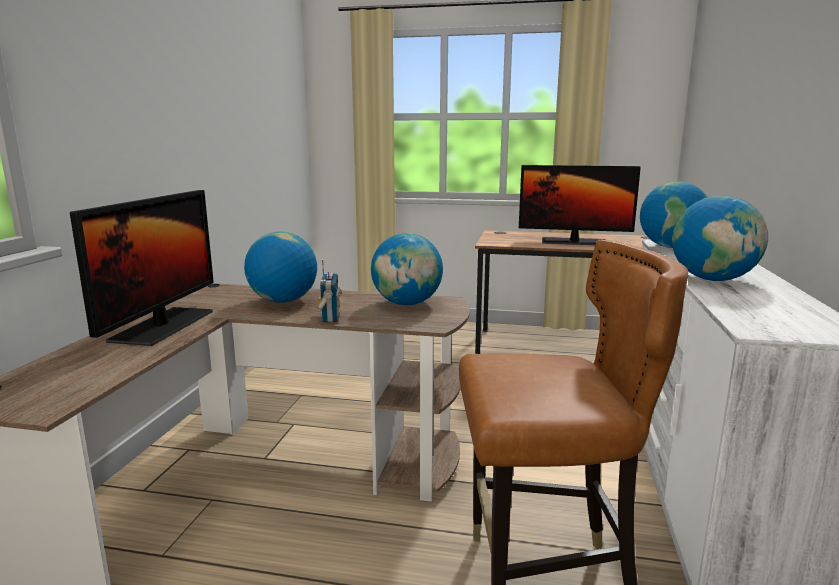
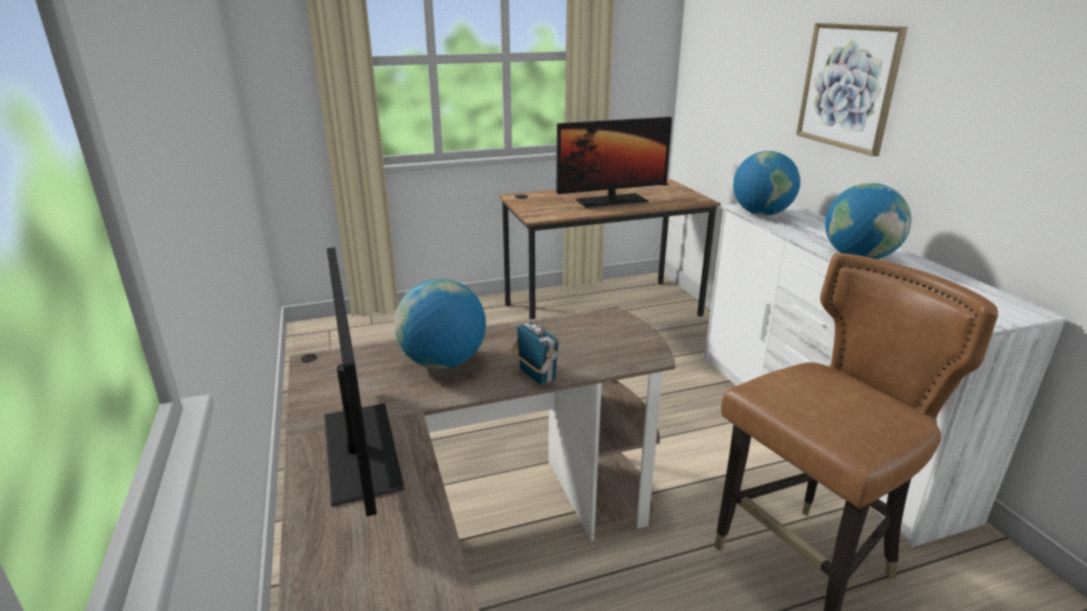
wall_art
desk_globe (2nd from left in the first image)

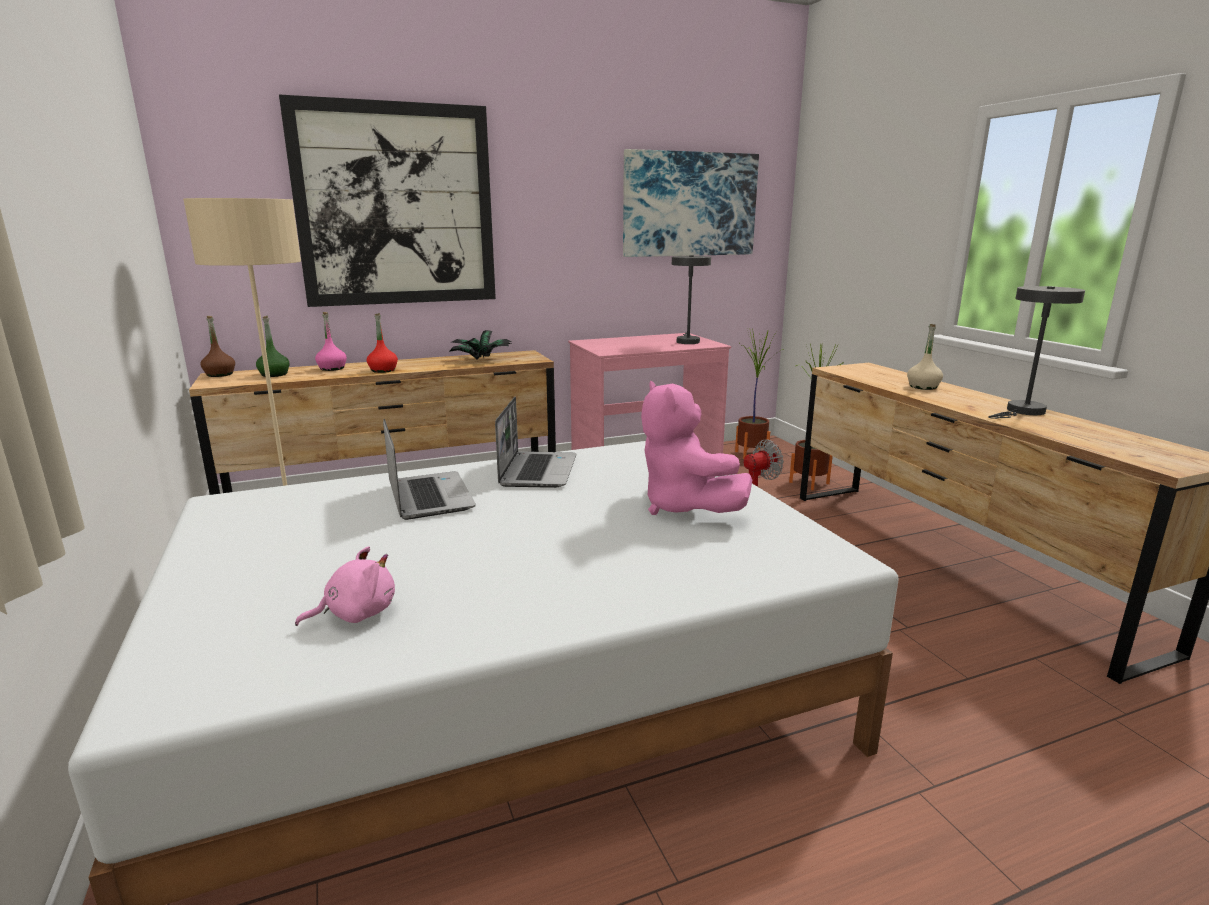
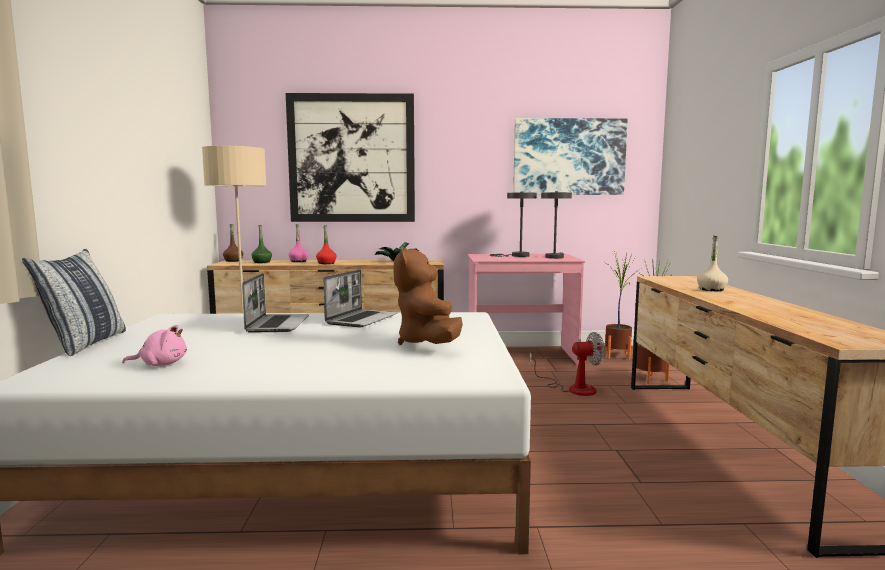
pillow
brownish_plush_toy
greyish_tabletop_lamp (1st from left)

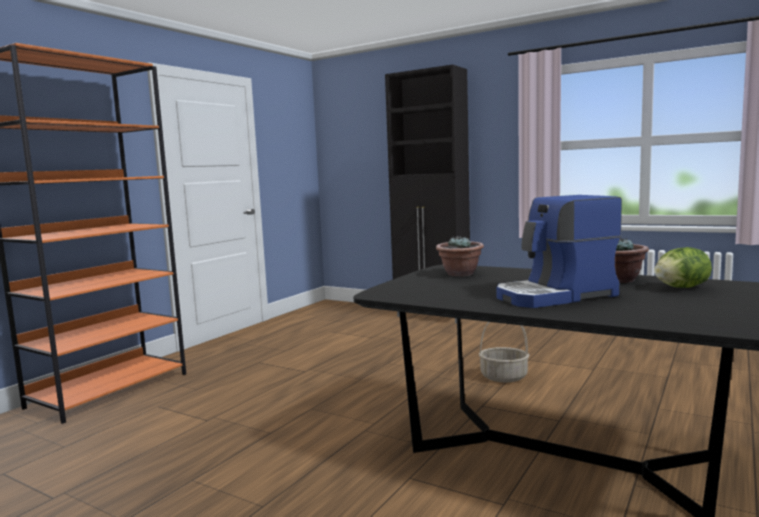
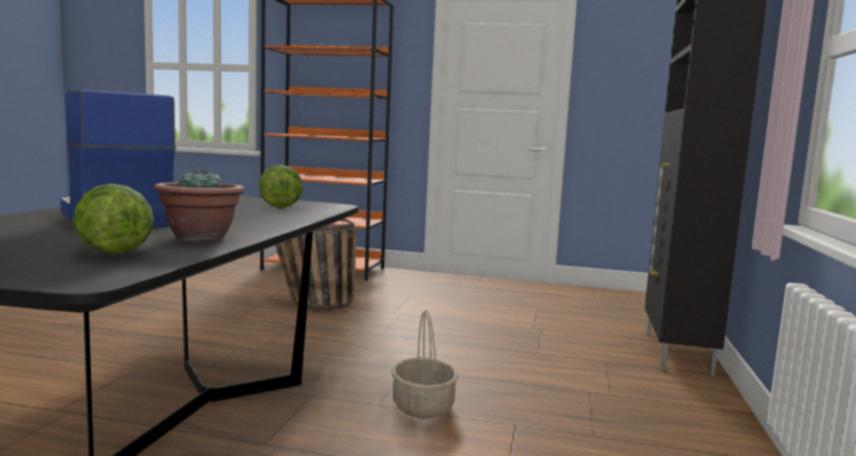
lettuce_head (2nd from left)
storage_basket (1st from left)

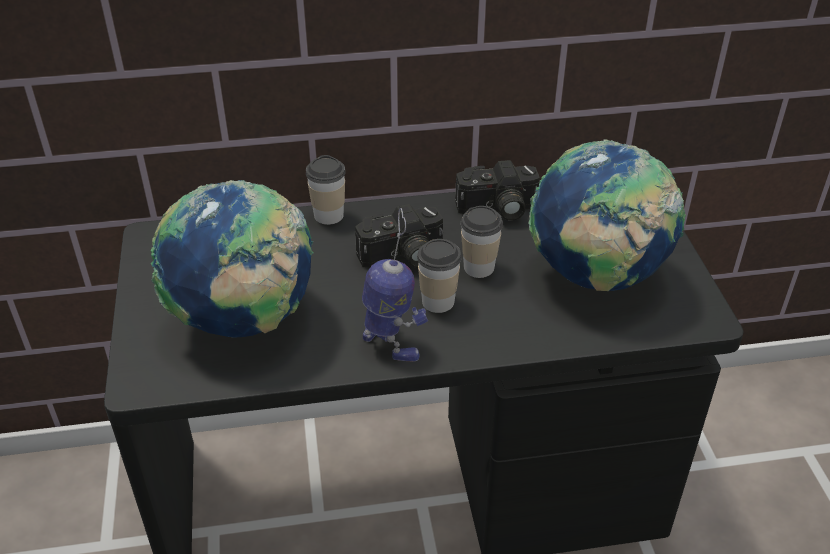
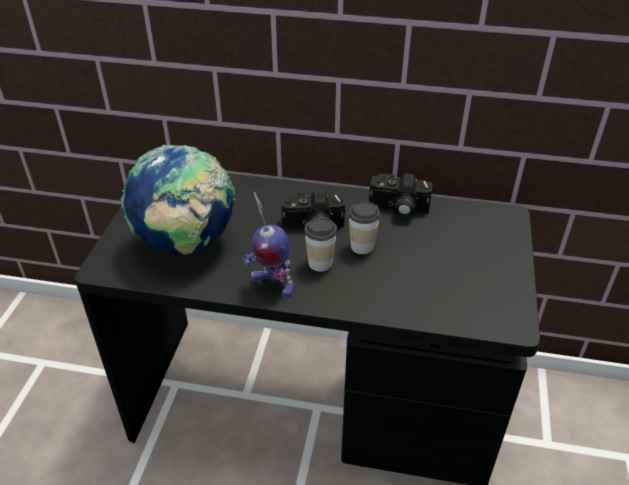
model_robot
drinking_cup (1st from left in the first image)
desk_globe (2nd from left in the first image)

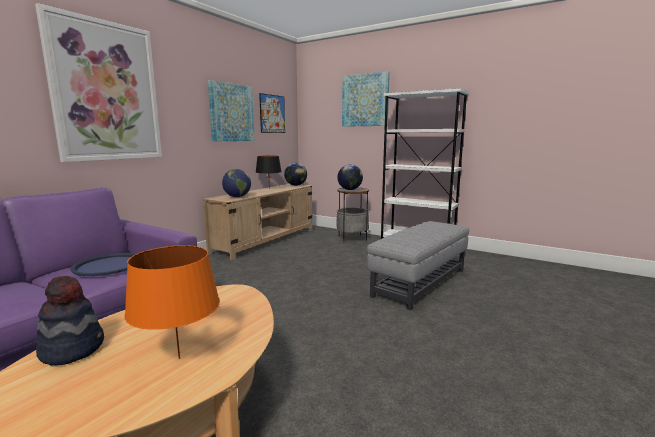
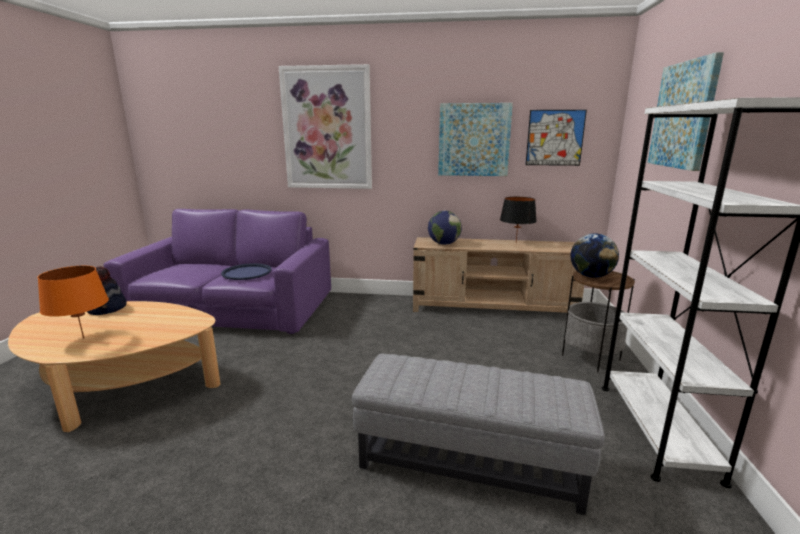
desk_globe (2nd from left in the first image)

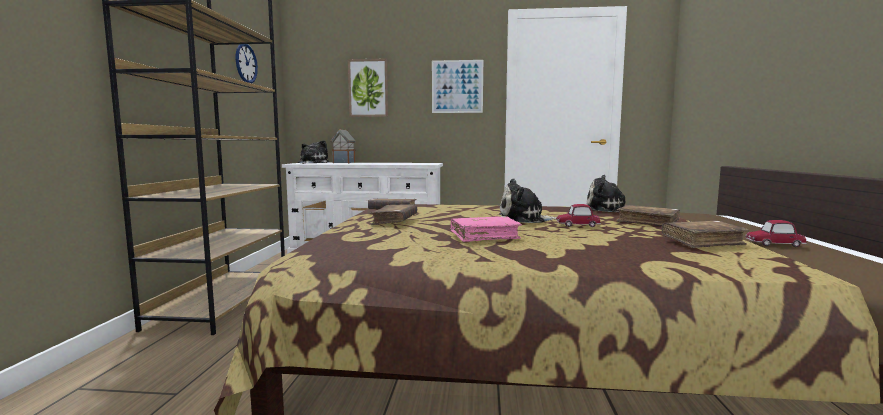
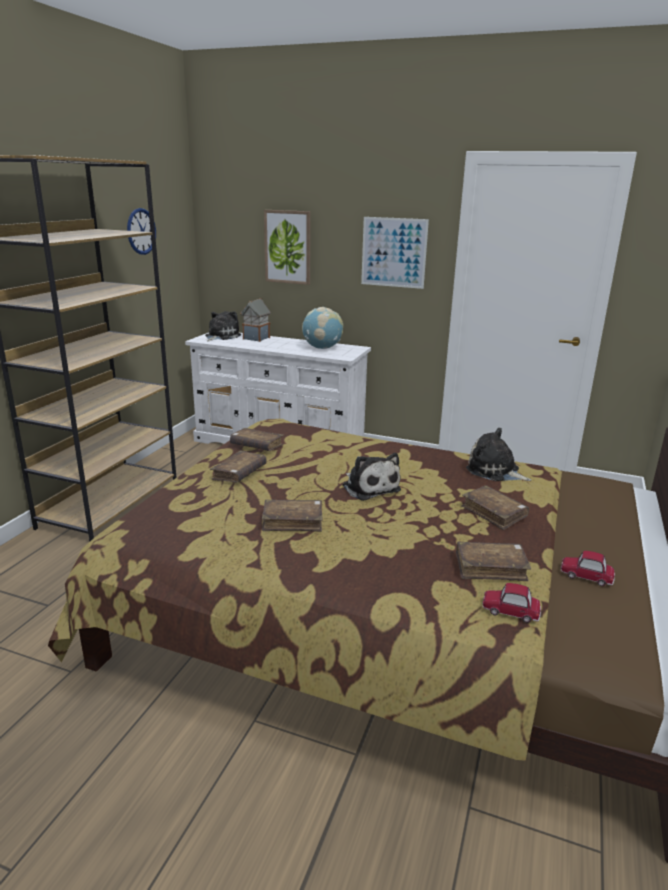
brownish_bound_book (3rd from left)
desk_globe
plush_toy (2nd from left)
toy_car (1st from left)

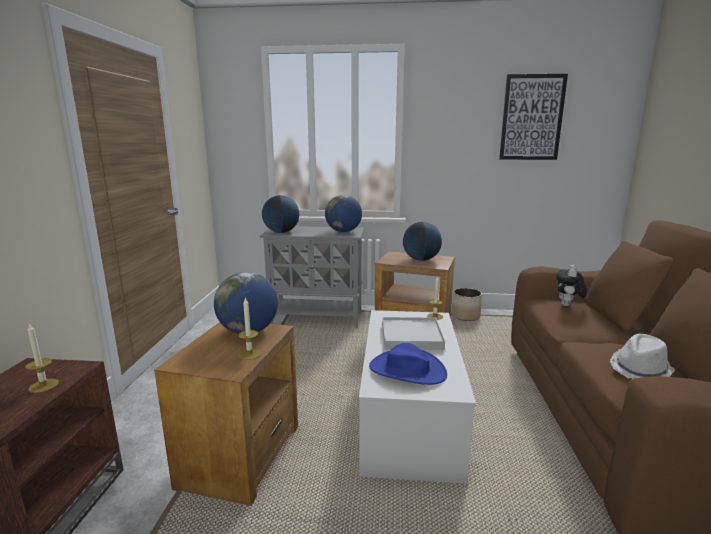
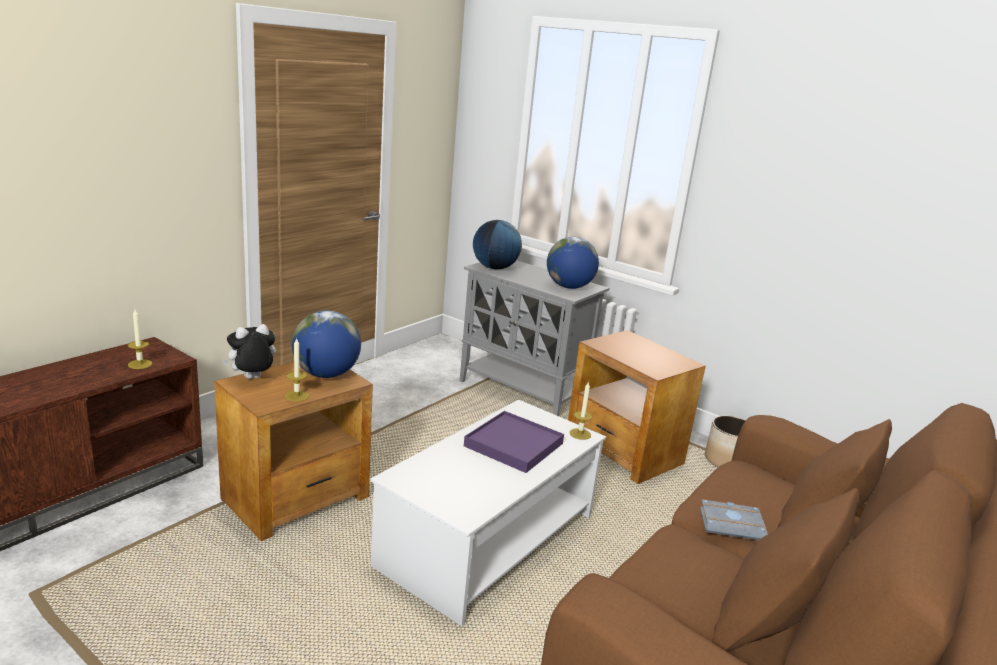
plush_toy
purplish_serving_tray
greyish_bound_book
blue-coloured_hat
desk_globe (4th from left in the first image)
wall_art
whitish_hat

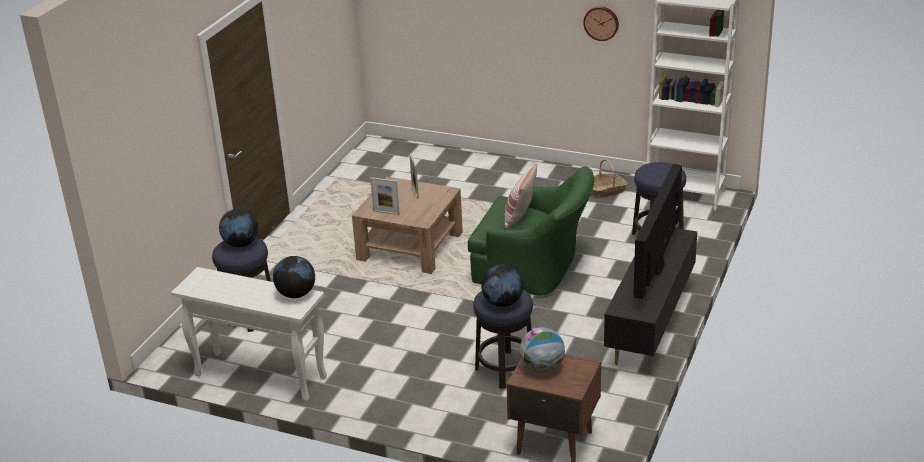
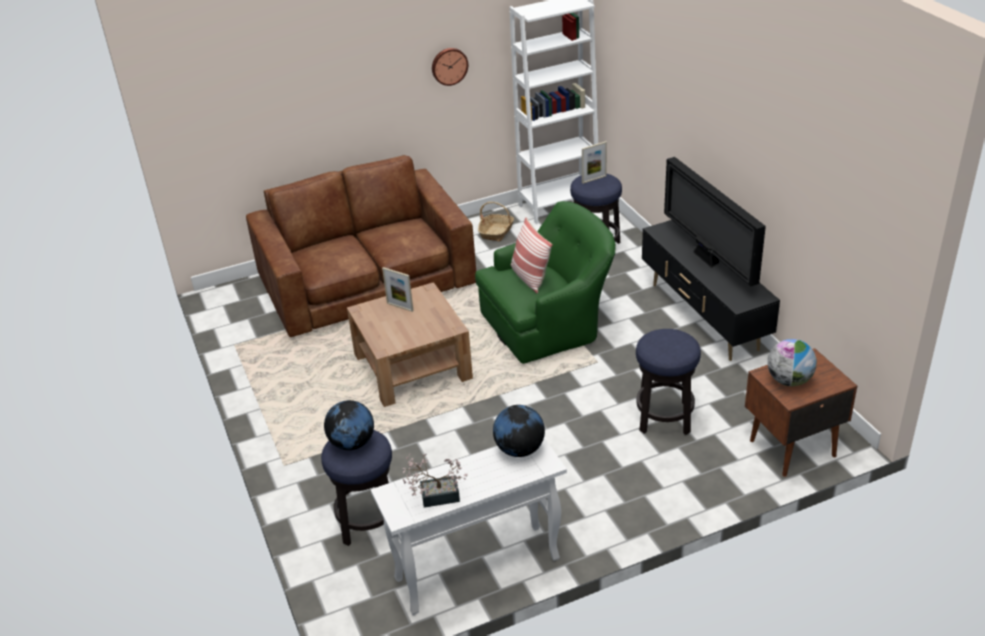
brownish_sofa
potted_plant
standing_frame (2nd from left)
desk_globe (3rd from left in the first image)

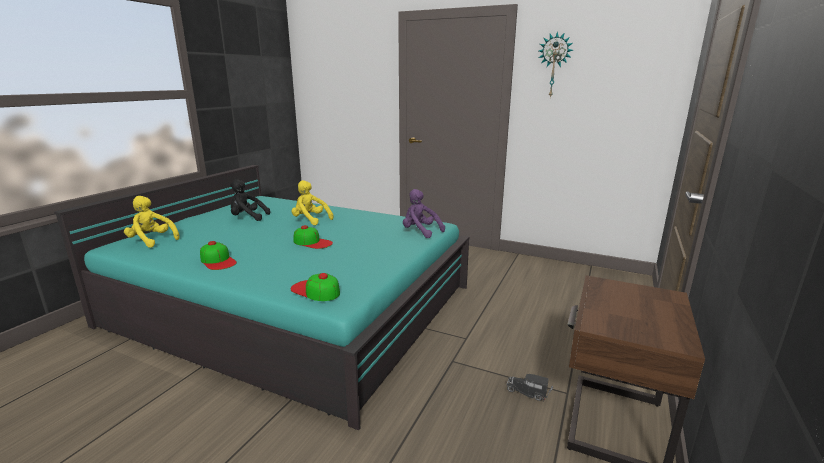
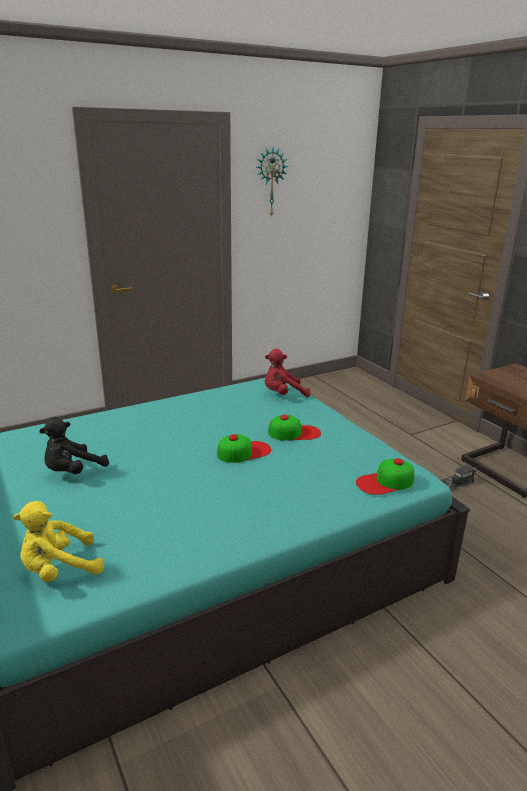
red_plush_toy
cap (2nd from left)
yellow-coloured_plush_toy (2nd from left in the first image)

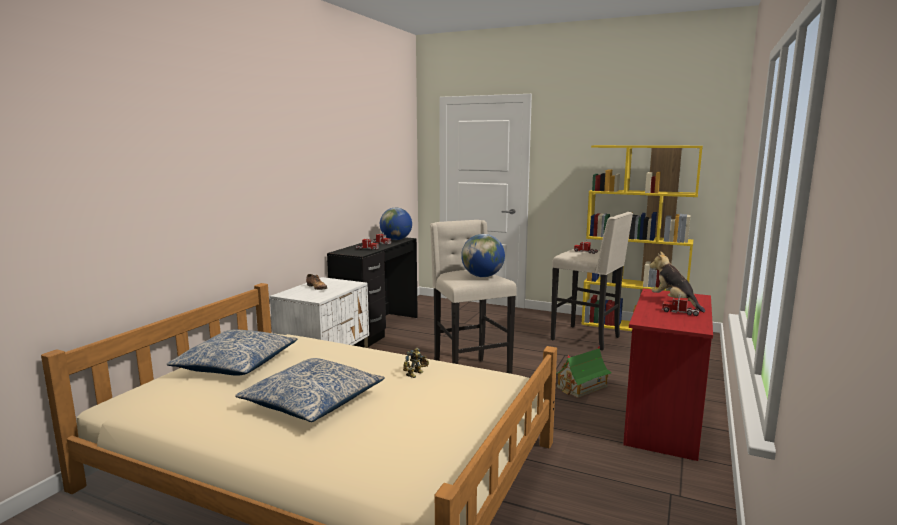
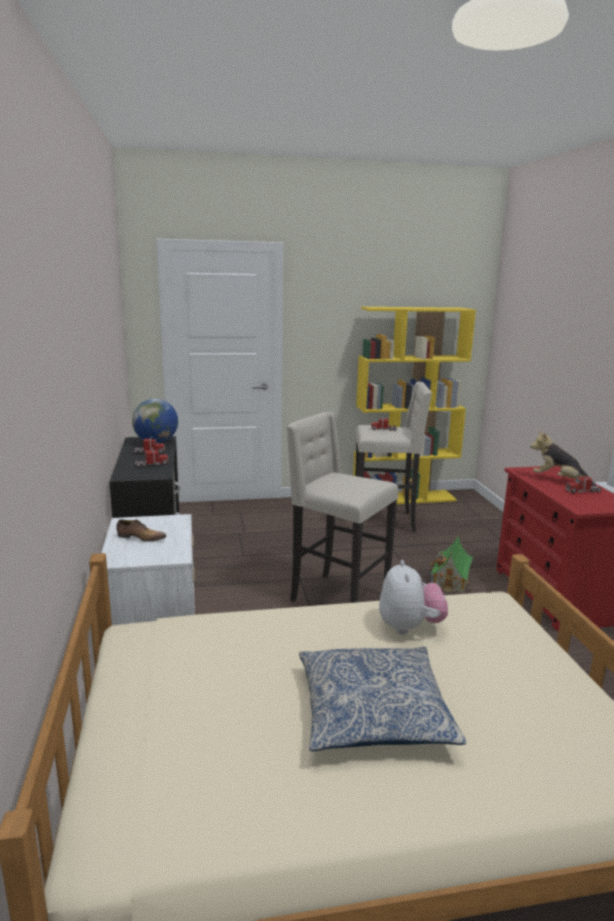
plush_toy (1st from left)
pillow (1st from left in the first image)
desk_globe (2nd from left in the first image)

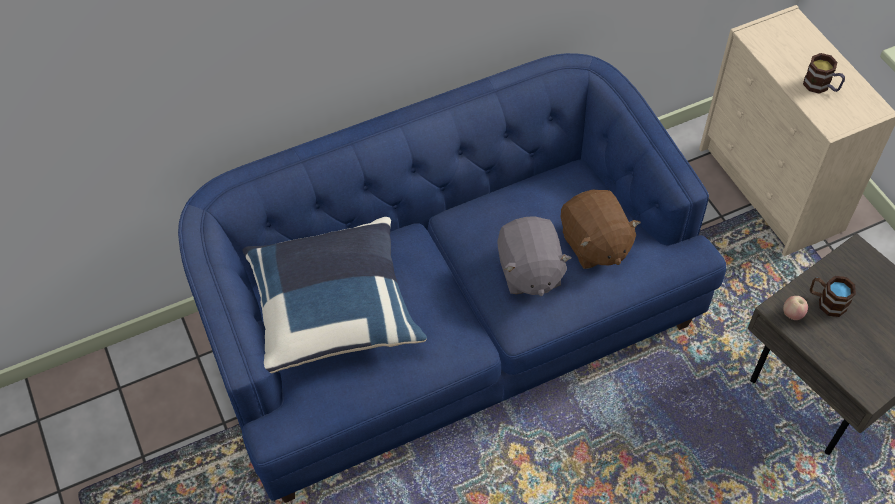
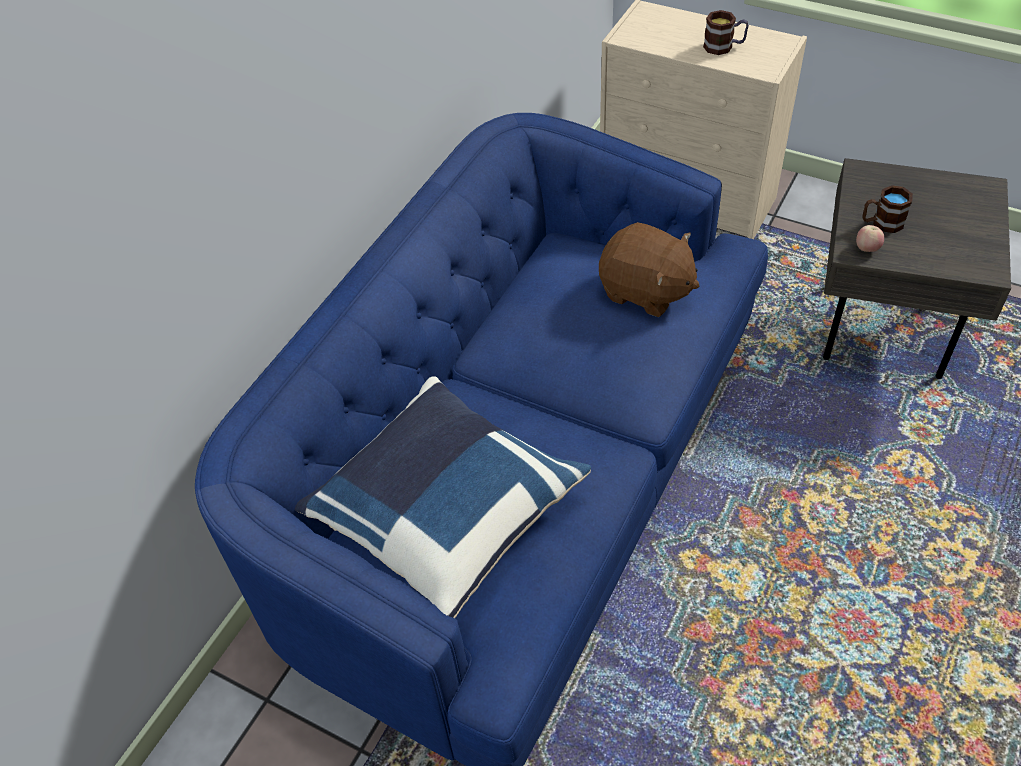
greyish_plush_toy

